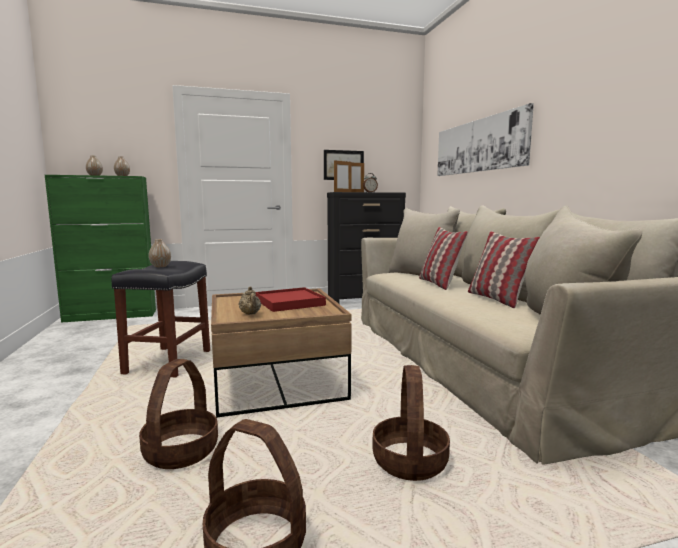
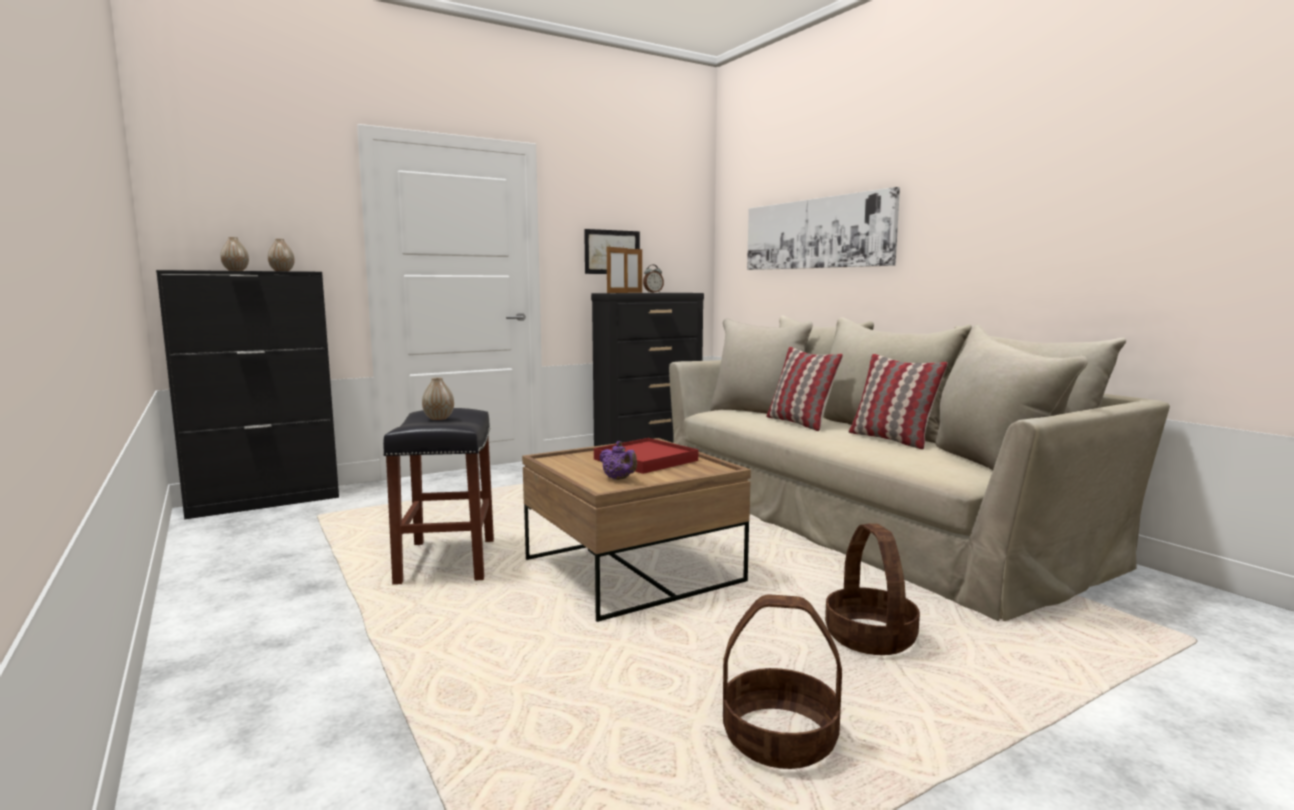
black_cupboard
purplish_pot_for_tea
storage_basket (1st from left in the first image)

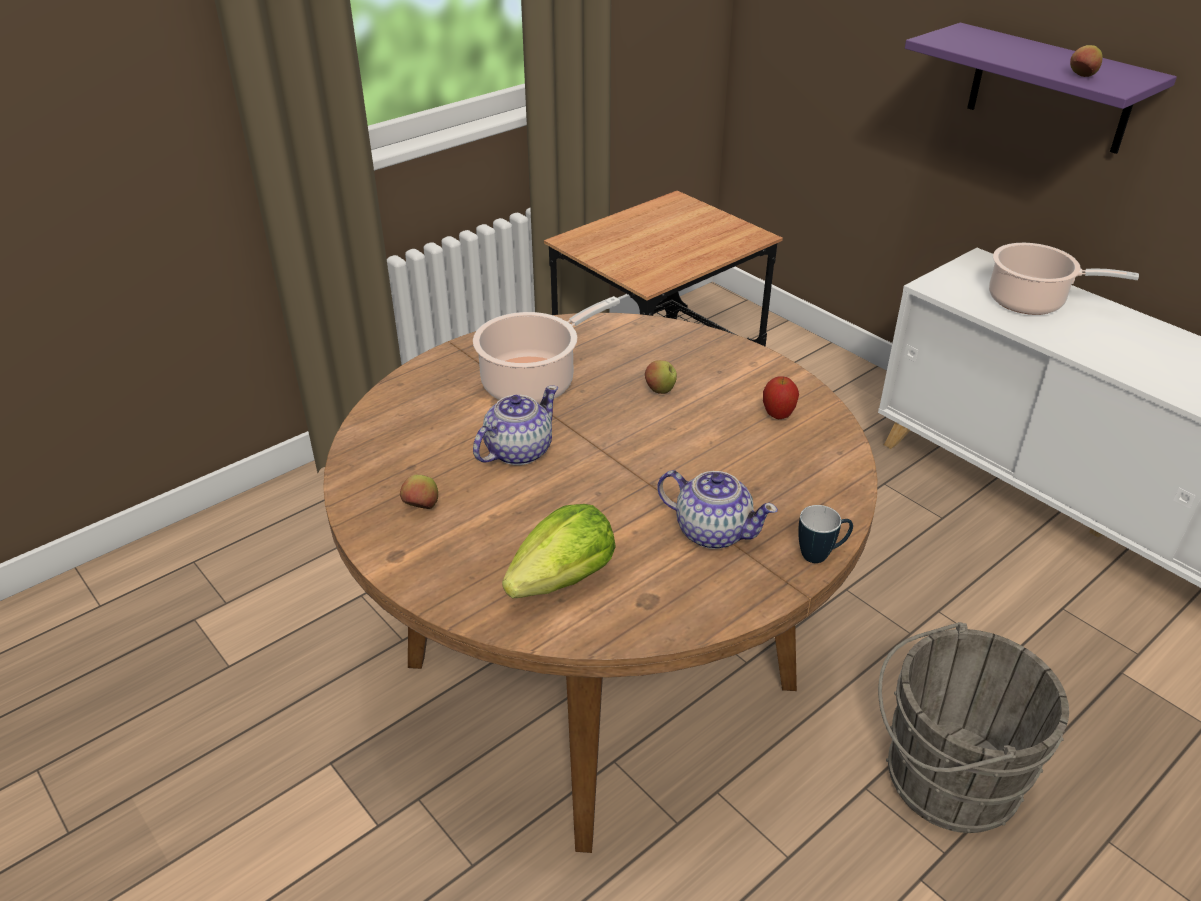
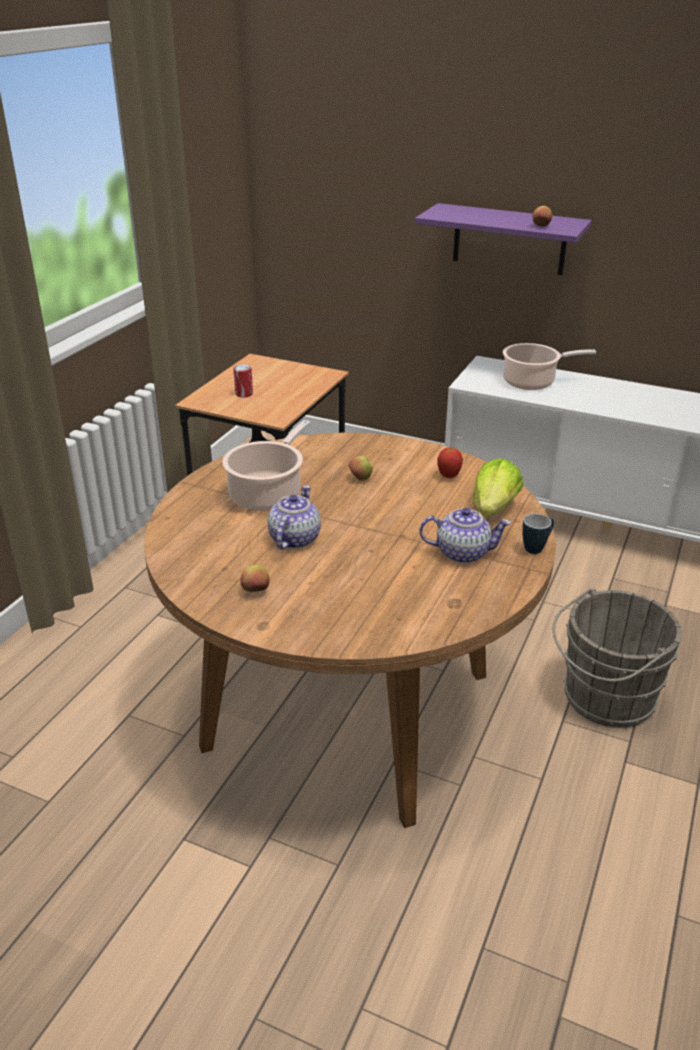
can
lettuce_head

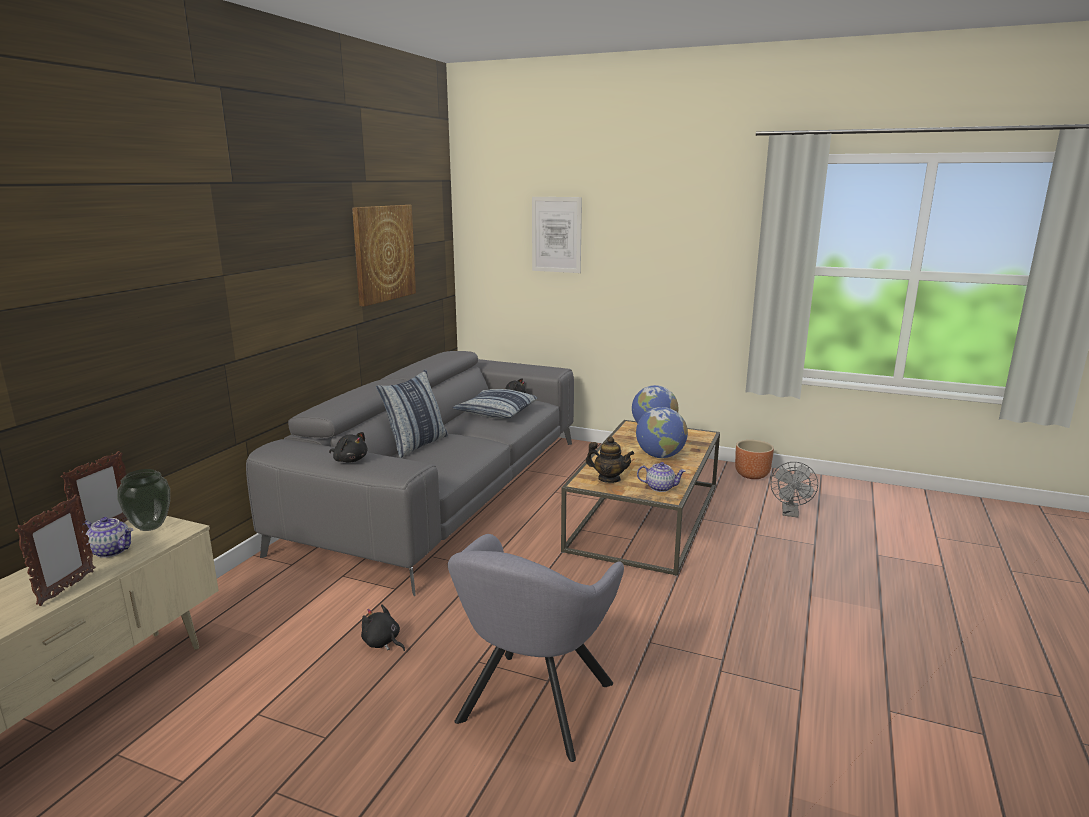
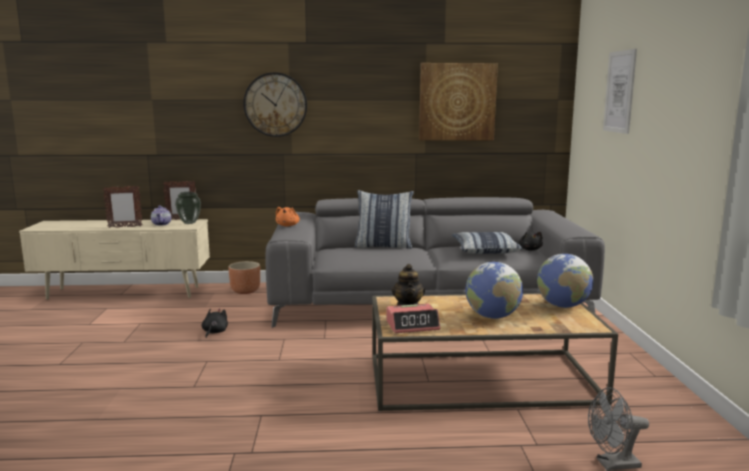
brownish_planter
wall_clock
orange_plush_toy
alarm_clock
greyish_easy_chair

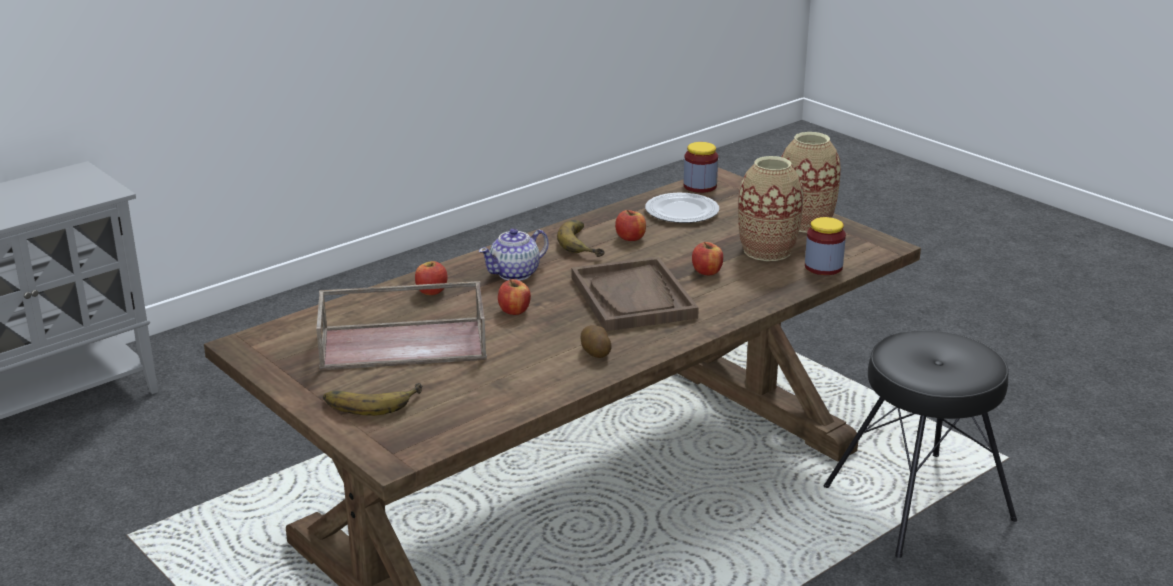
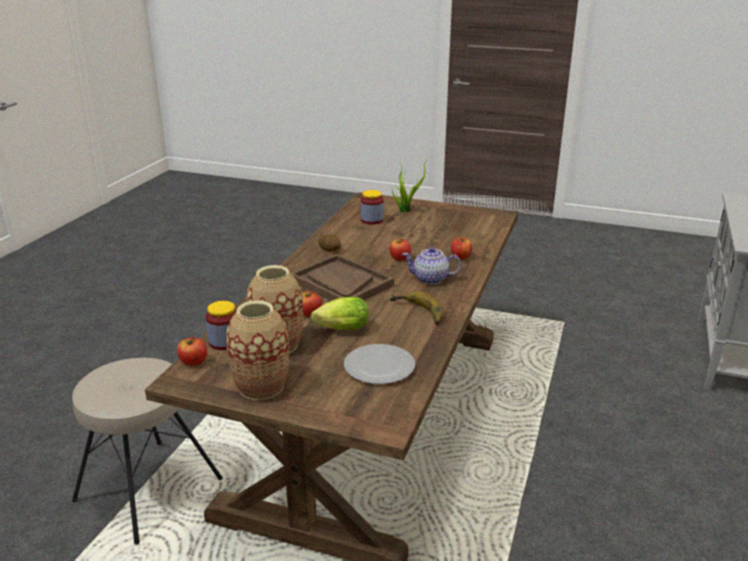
sand-coloured_stool
apple (1st from left)
lettuce_head
jar (2nd from left)
potted_plant
pot_for_tea
brownish_serving_tray (1st from left in the first image)

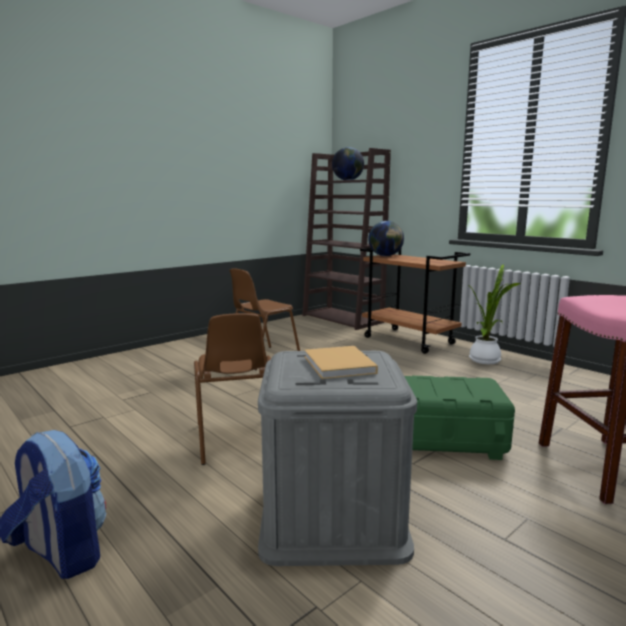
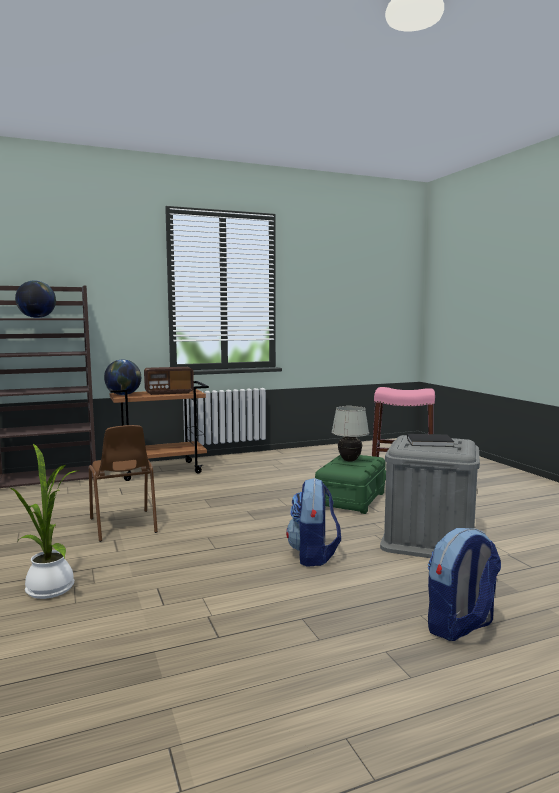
potted_plant
radio
knapsack (1st from left)
whitish_tabletop_lamp
black_bound_book

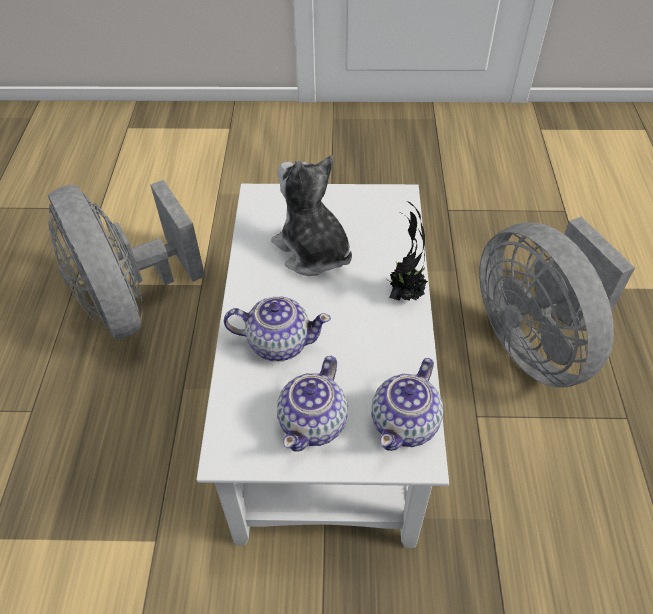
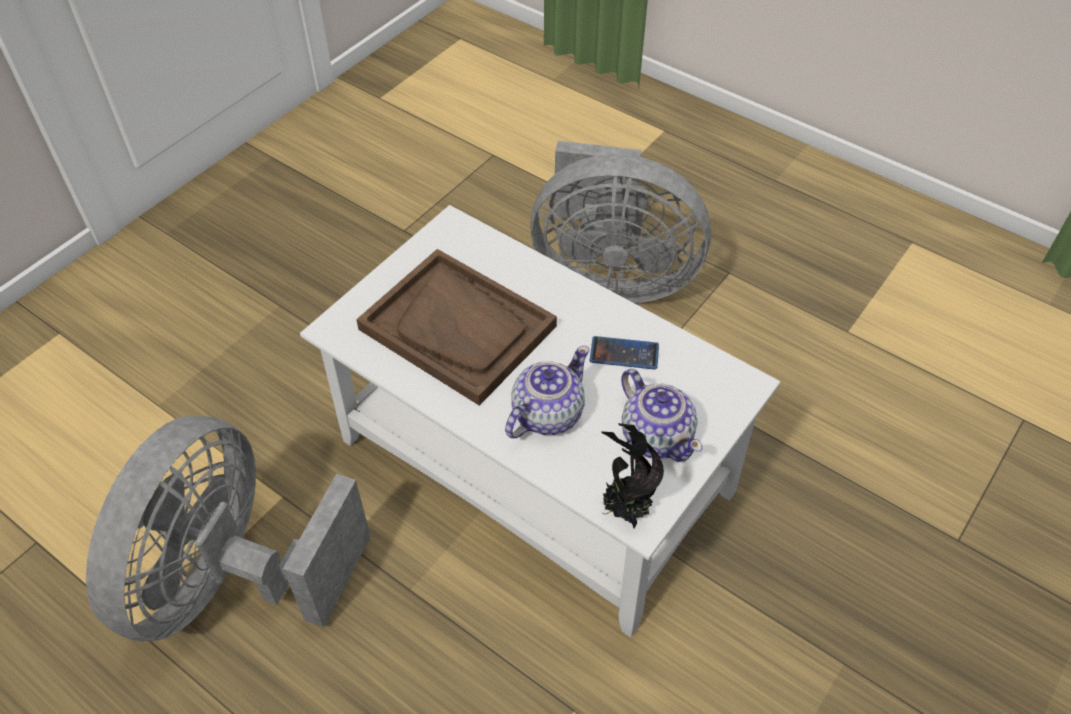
greyish_electric_fan (1st from left)
brownish_serving_tray
phone
potted_plant
pot_for_tea (3rd from left in the first image)

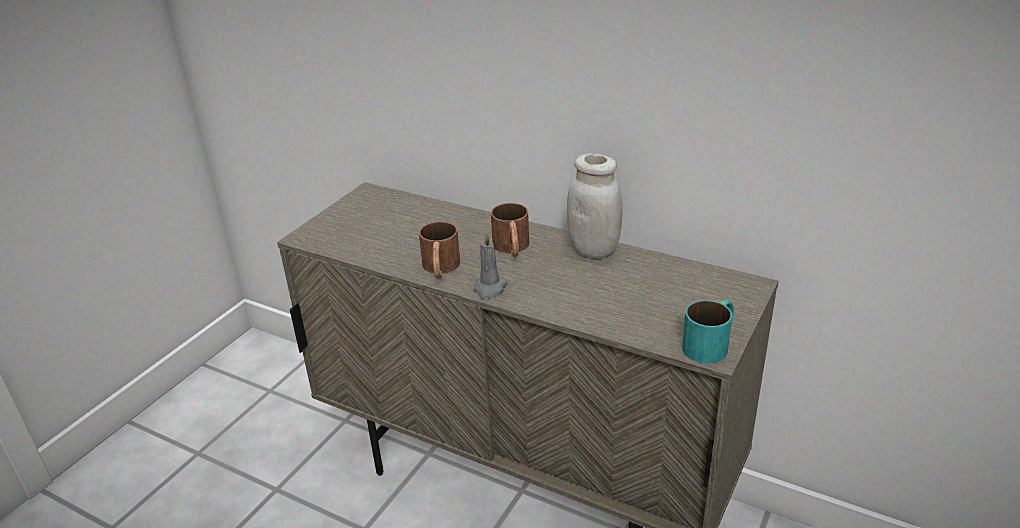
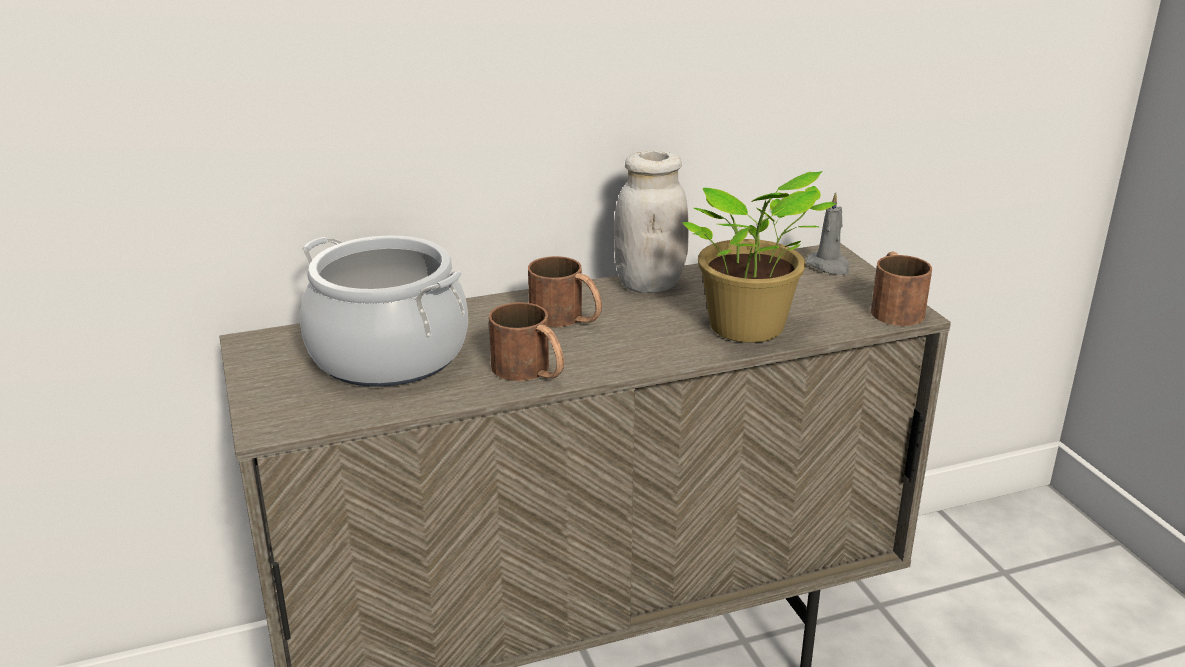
stockpot
potted_plant
greyish_wax_light
brownish_mug (3rd from left)

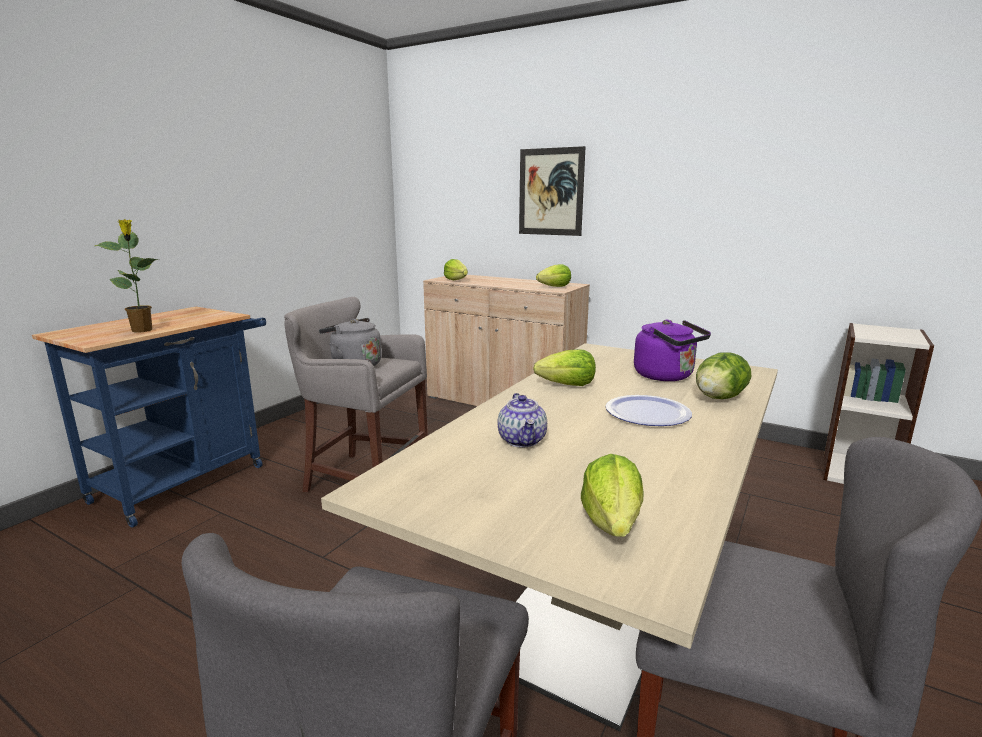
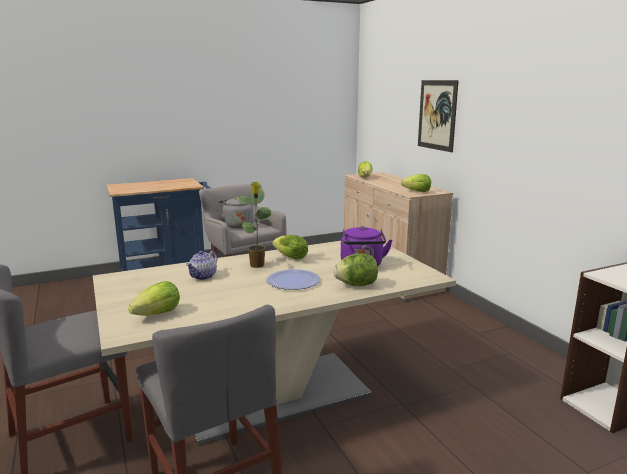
potted_plant

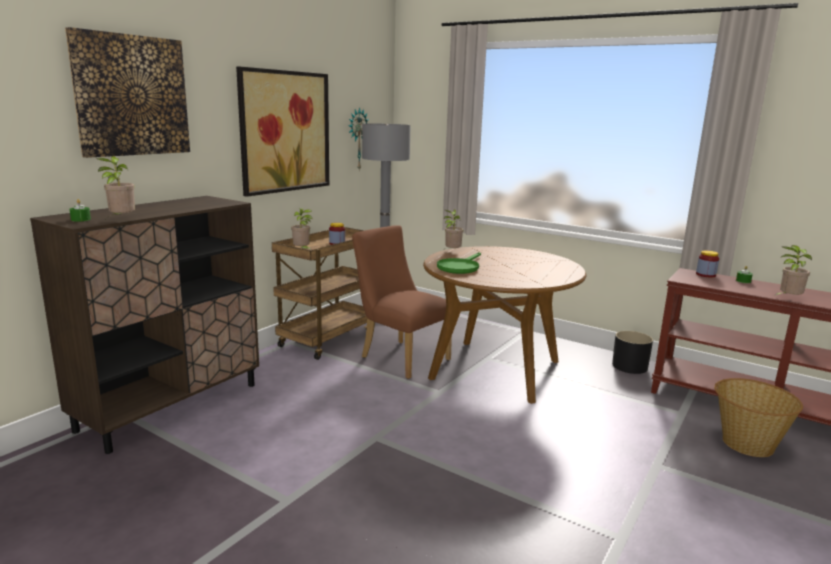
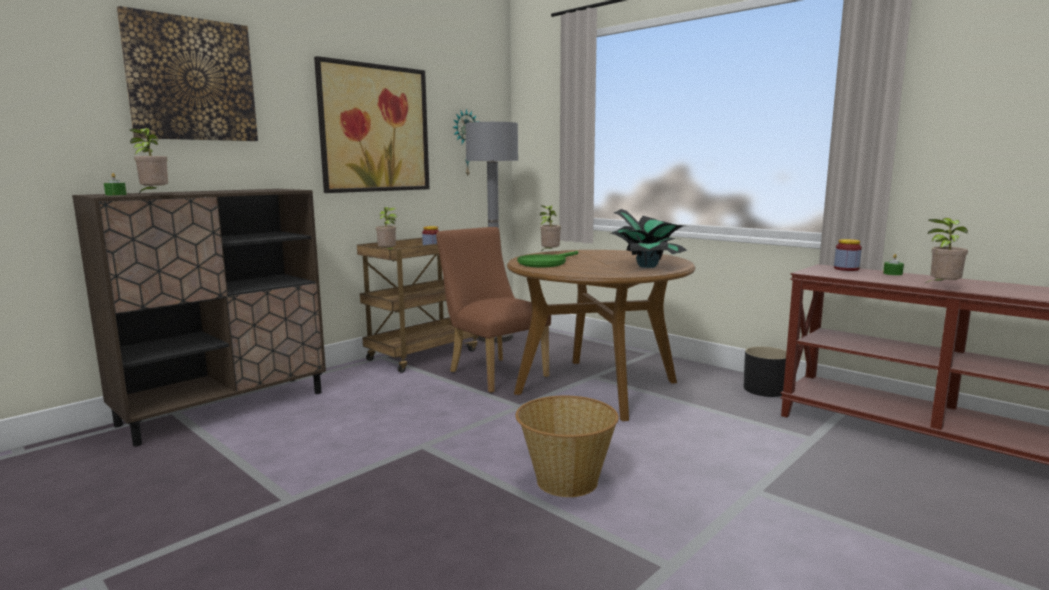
storage_basket
potted_plant (4th from left)

